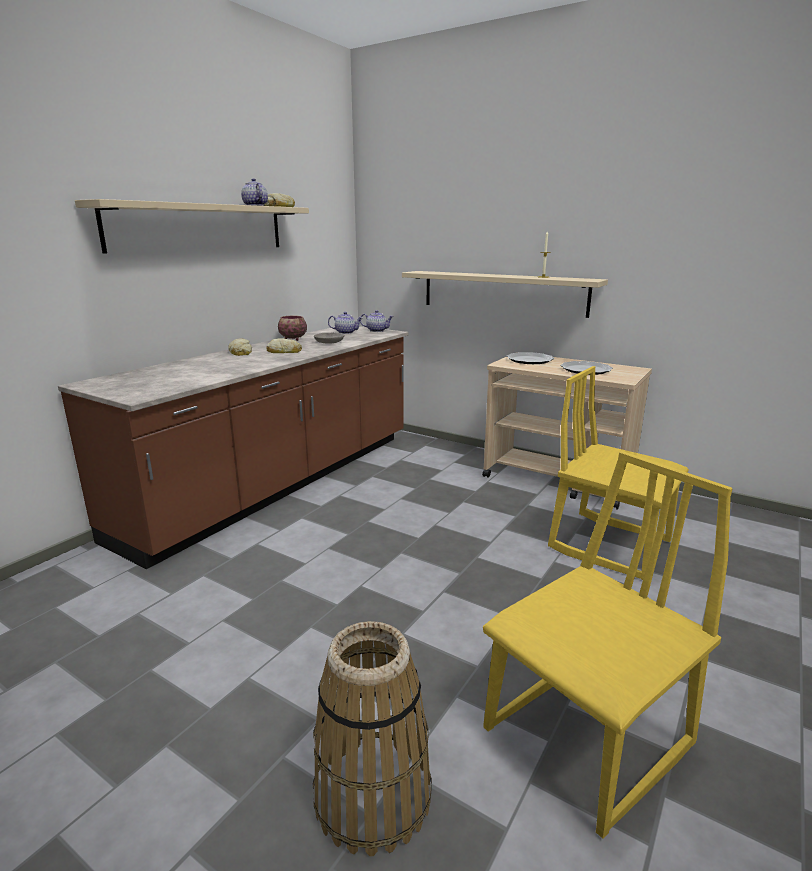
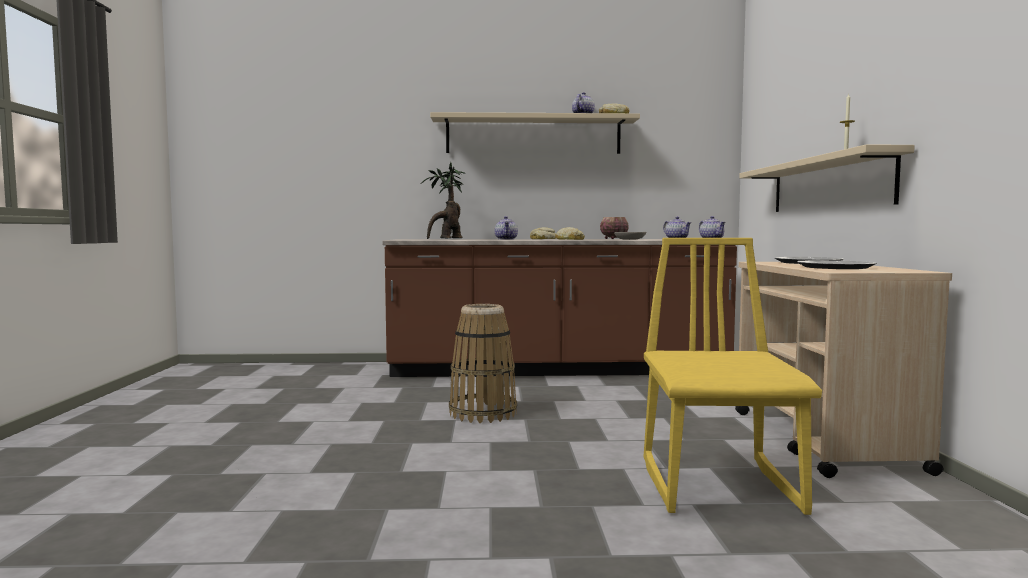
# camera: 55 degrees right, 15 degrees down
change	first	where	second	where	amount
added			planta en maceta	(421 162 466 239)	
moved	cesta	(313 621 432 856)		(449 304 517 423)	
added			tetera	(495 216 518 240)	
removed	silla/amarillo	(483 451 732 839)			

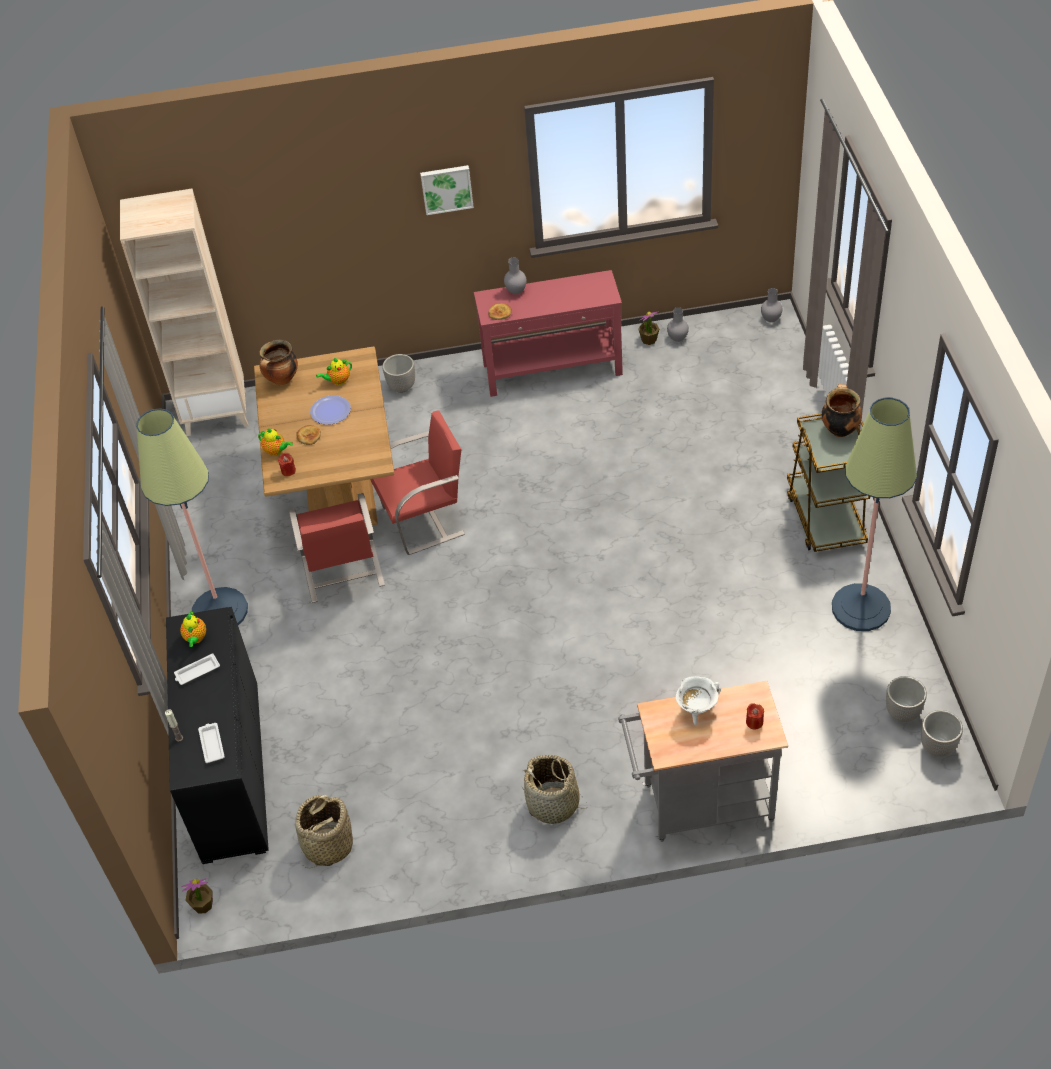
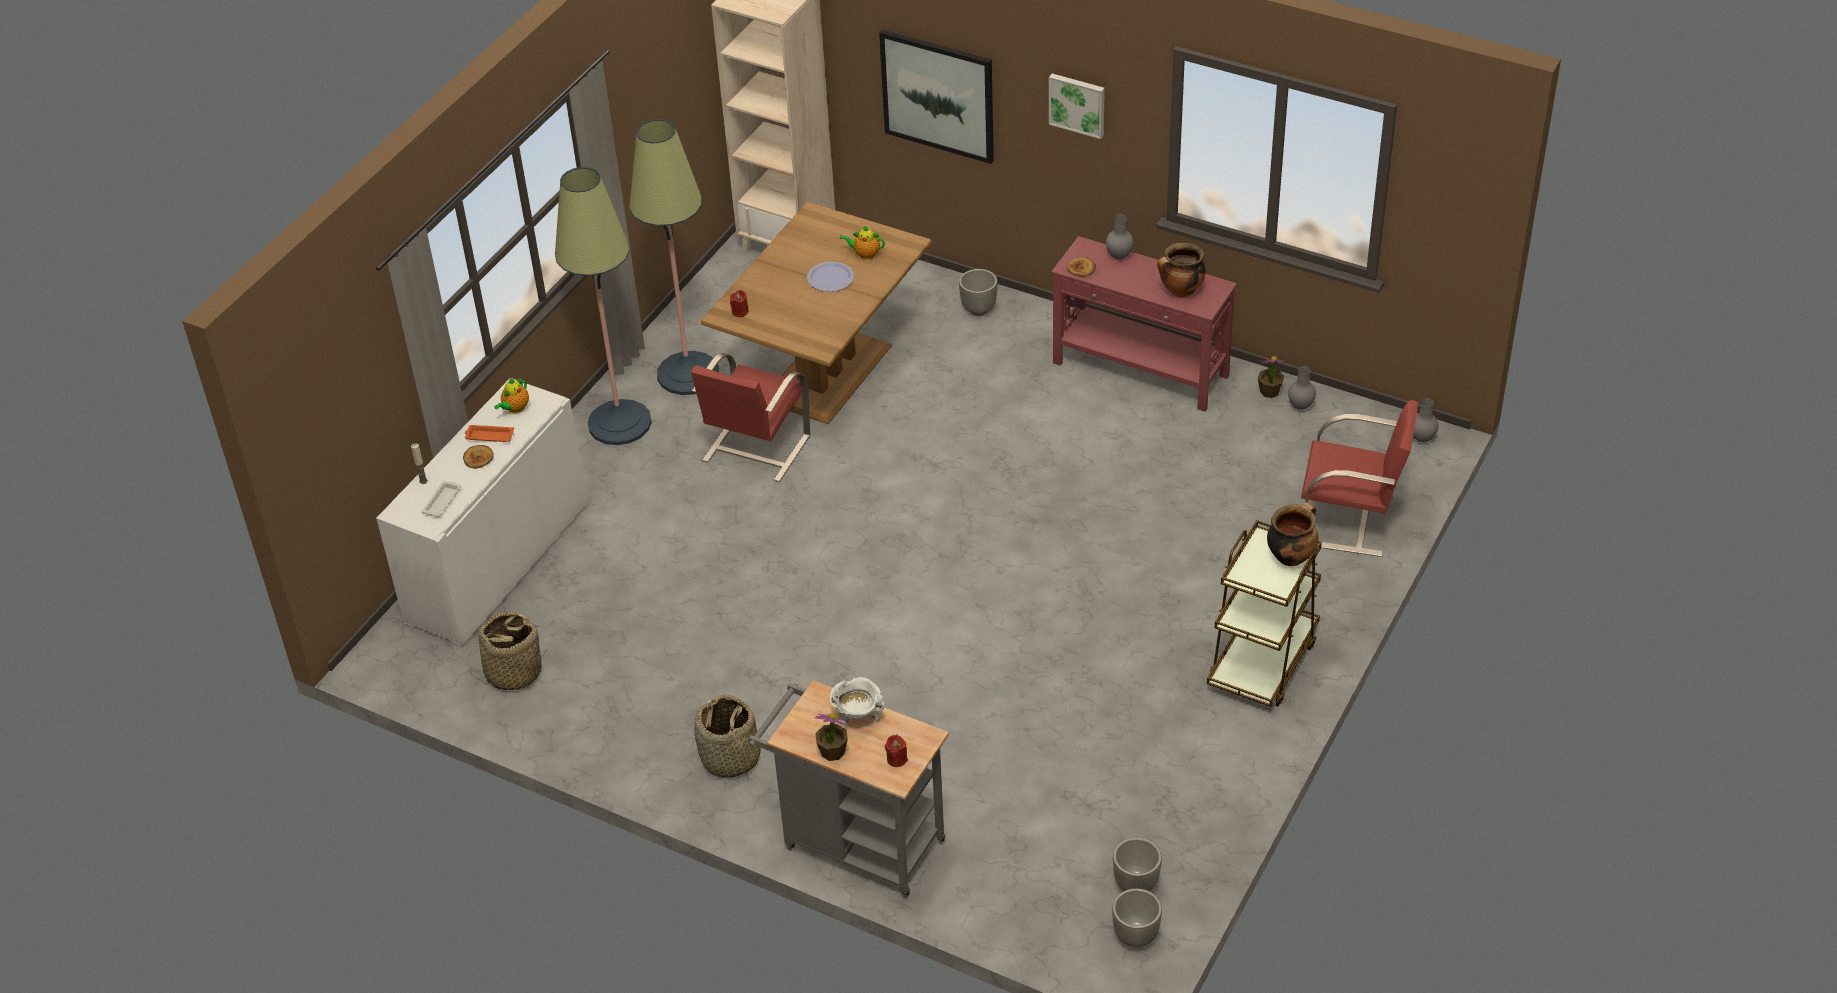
# camera: 35 degrees right, 5 degrees down
change	first	where	second	where	amount
recoloured	armario/negro	(166 607 269 864)	armario/blanco	(376 378 588 647)	
moved	pan	(297 425 321 445)		(463 445 494 469)	
recoloured	bandeja/blanco	(174 653 220 685)	bandeja/naranja	(465 425 514 442)	
moved	lámpara de pie	(832 398 917 631)		(629 119 719 395)	
moved	planta en maceta	(182 878 213 913)		(815 713 848 761)	
added			cuadro	(879 30 994 164)	
moved	olla	(260 340 298 385)		(1157 243 1206 297)	
moved	silla/rojo	(370 410 465 555)		(1301 400 1419 557)	
removed	tetera	(258 428 293 456)			

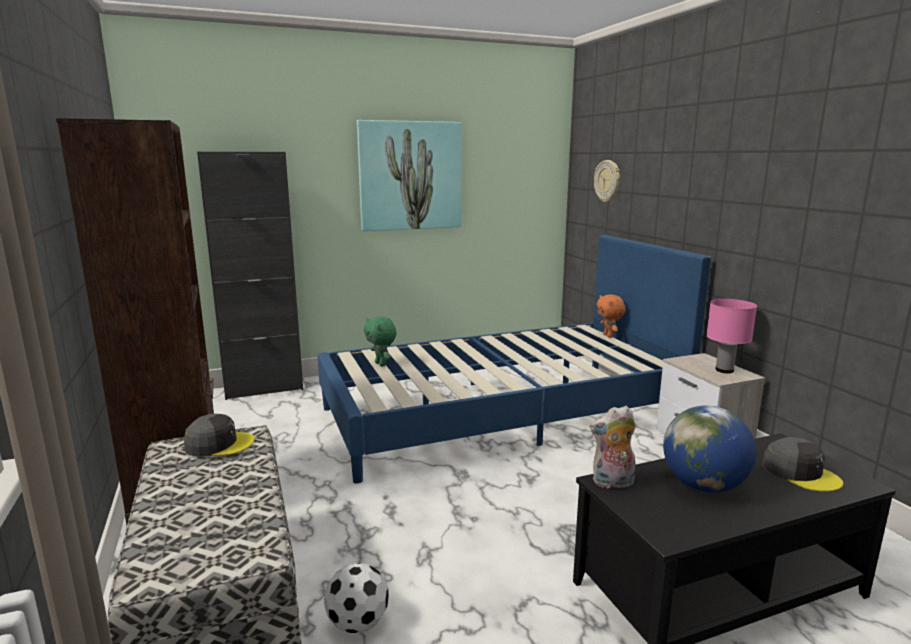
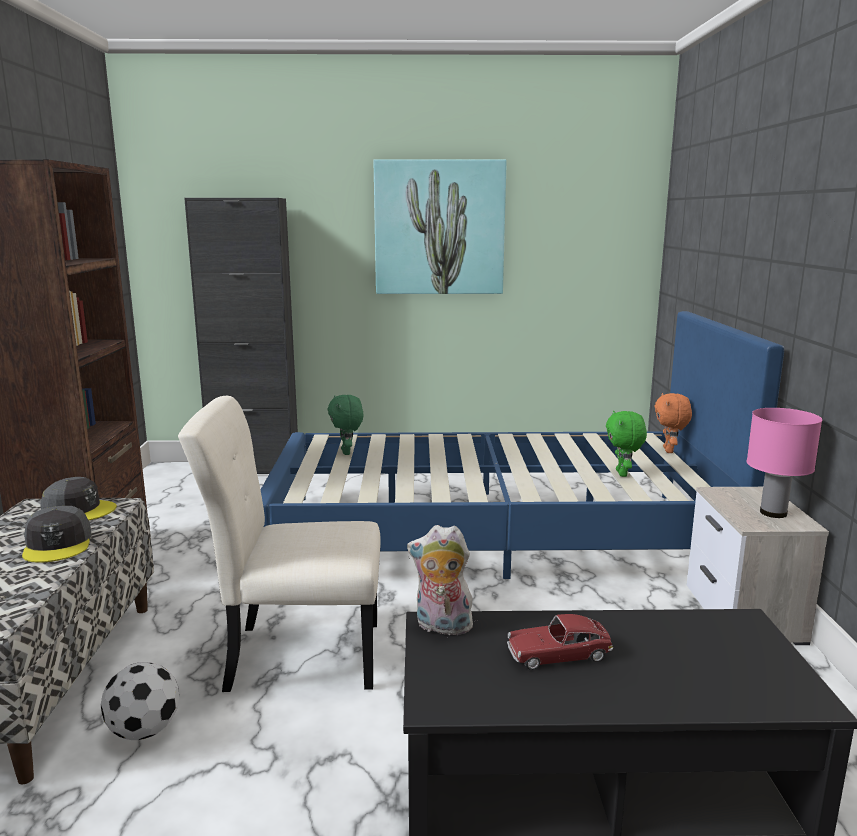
# camera: 20 degrees right, 0 degrees up
change	first	where	second	where	amount
moved	gorra/gris	(762 437 843 492)		(22 506 92 562)	
added			silla/beis	(178 396 381 692)	
replaced	globo terráqueo	(663 406 756 493)	coche de juguete	(507 614 613 670)	
added			peluche/verde	(606 411 647 477)	
removed	reloj de pared	(594 160 620 202)			

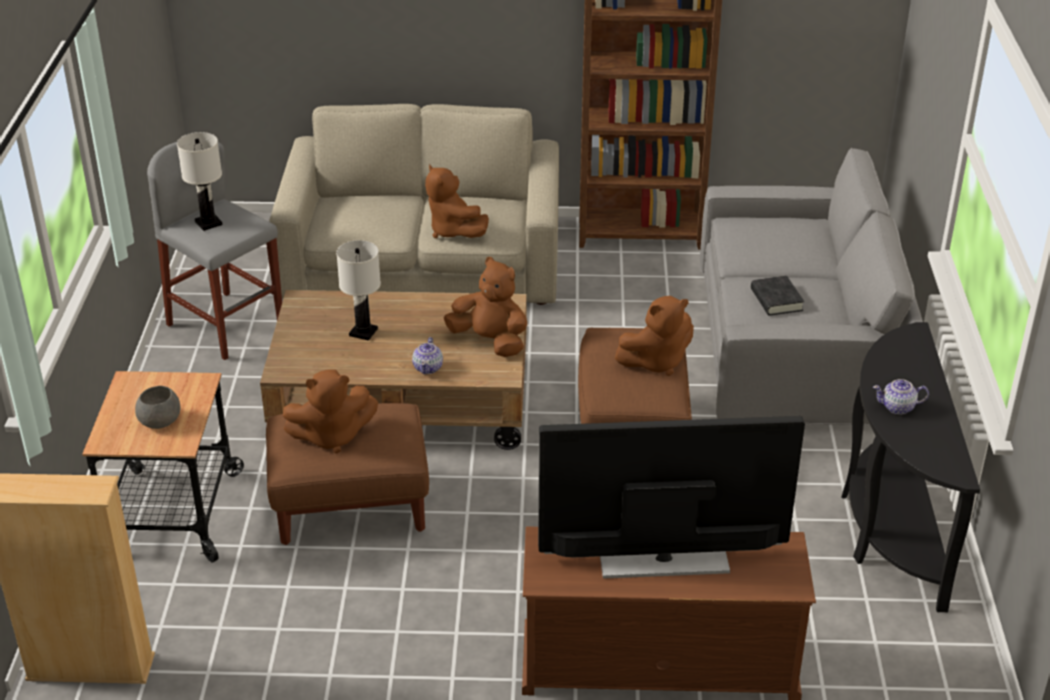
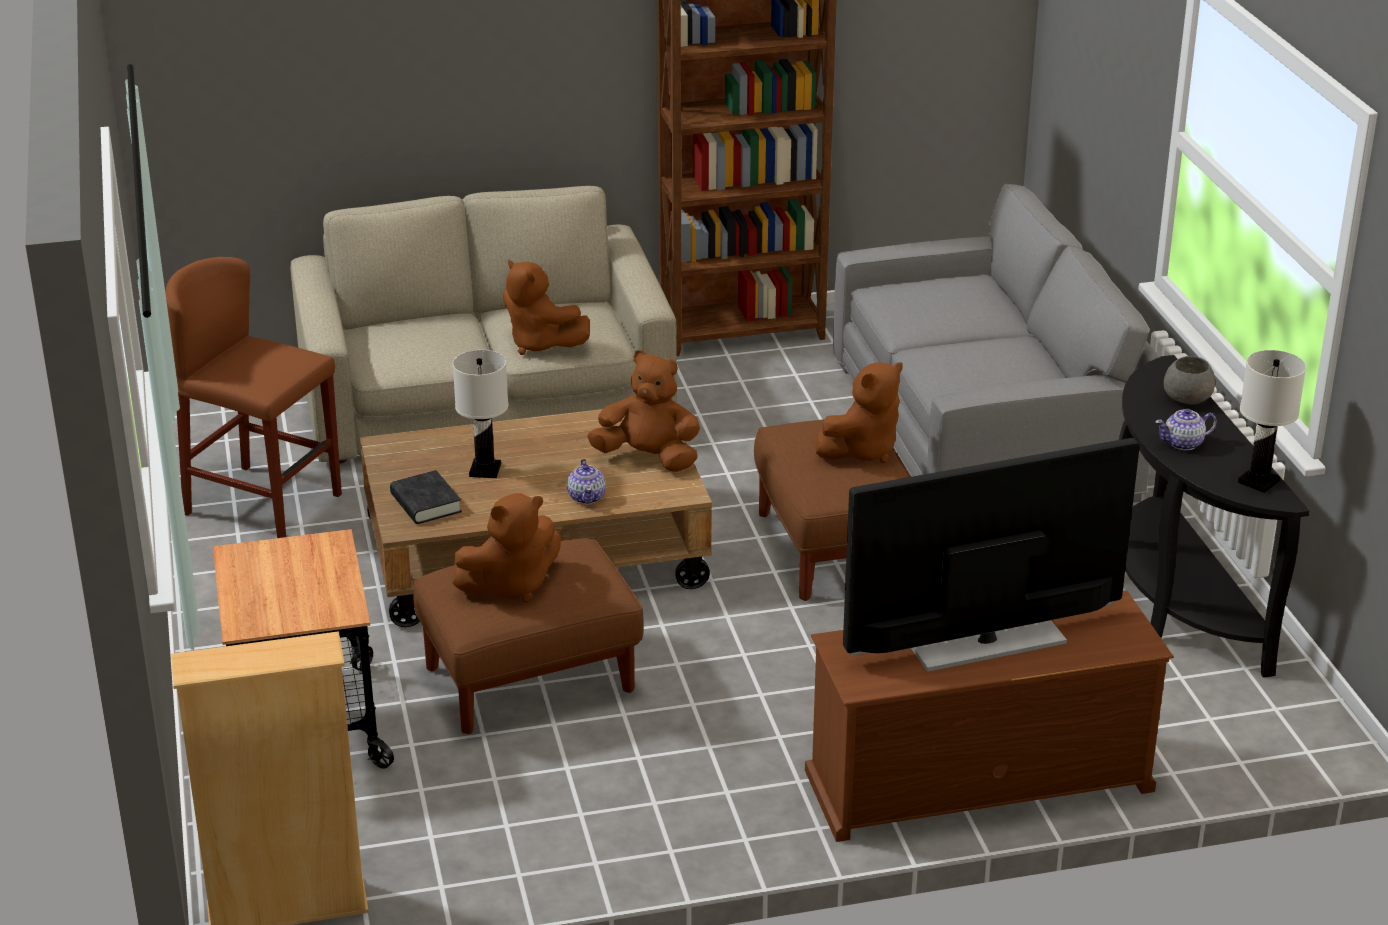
# camera: 15 degrees left, 5 degrees down
change	first	where	second	where	amount
recoloured	taburete/gris	(147 142 282 360)	taburete/marrón	(165 257 342 538)	
moved	libro/negro	(751 276 804 316)		(390 470 462 524)	
moved	cuenco/gris	(135 386 181 429)		(1164 356 1215 405)	
moved	lámpara de mesa/blanco	(177 132 222 231)		(1238 350 1306 493)	

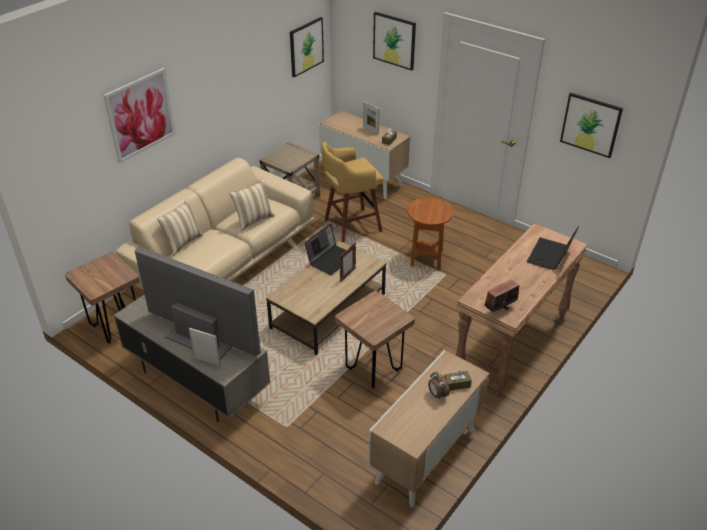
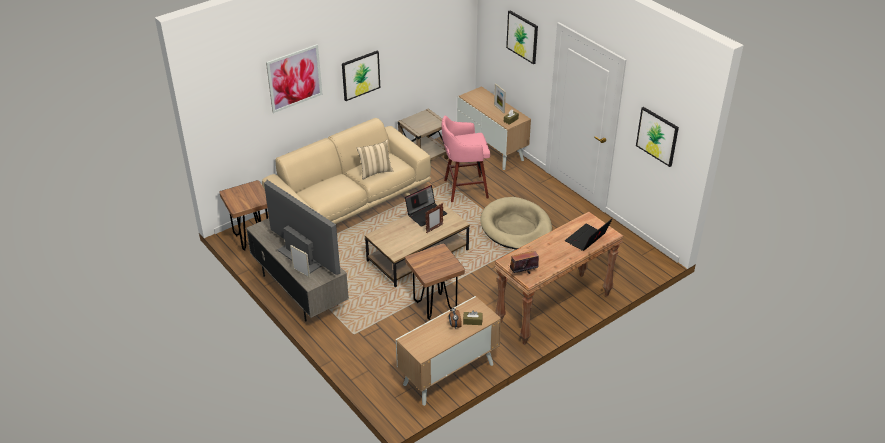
# camera: 15 degrees right, 0 degrees up
change	first	where	second	where	amount
moved	cuadro	(290 17 324 78)		(342 51 380 101)	
recoloured	taburete/amarillo	(322 142 383 242)	taburete/rosa	(442 116 490 202)	
replaced	mesa auxiliar/marrón	(407 197 454 269)	cama para perro/beis	(480 197 552 250)	
removed	cojín/beis	(157 199 203 256)			

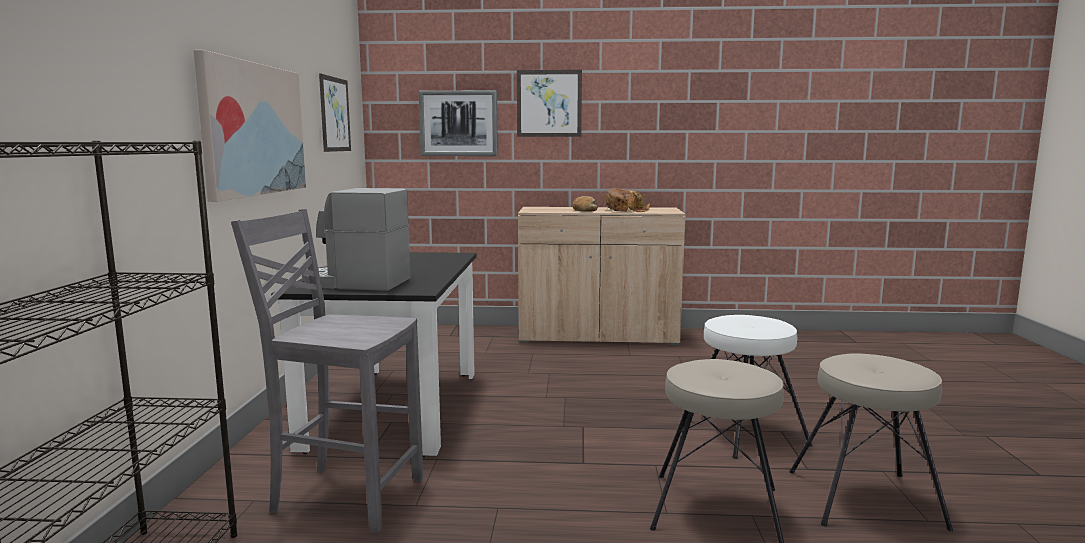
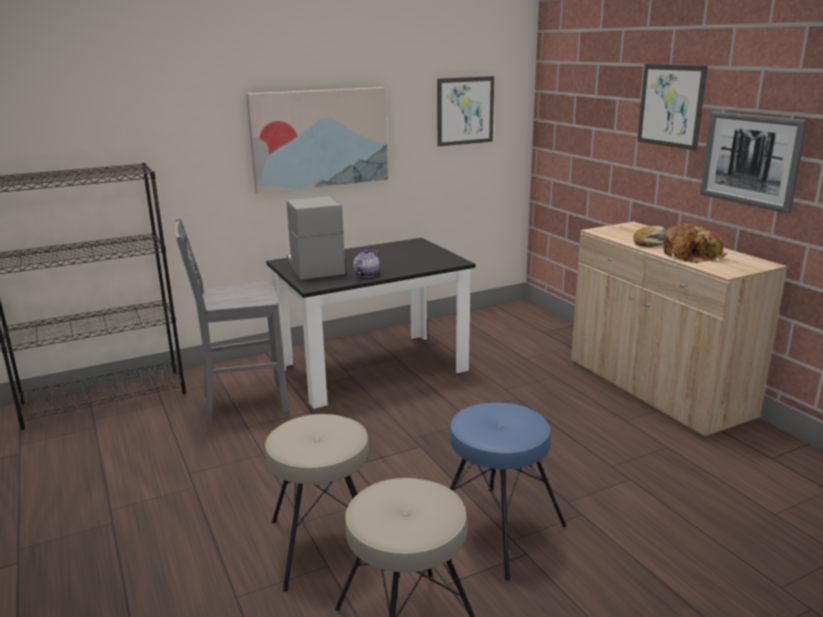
# camera: 60 degrees right, 10 degrees up
change	first	where	second	where	amount
turned	silla/gris	(231 209 423 533)		(175 218 289 423)	90 degrees counterclockwise
added			tetera	(353 250 380 277)	
recoloured	taburete/blanco	(686 315 813 459)	taburete/azul	(450 403 566 581)	
moved	cuadro	(418 90 498 156)		(700 111 808 214)	

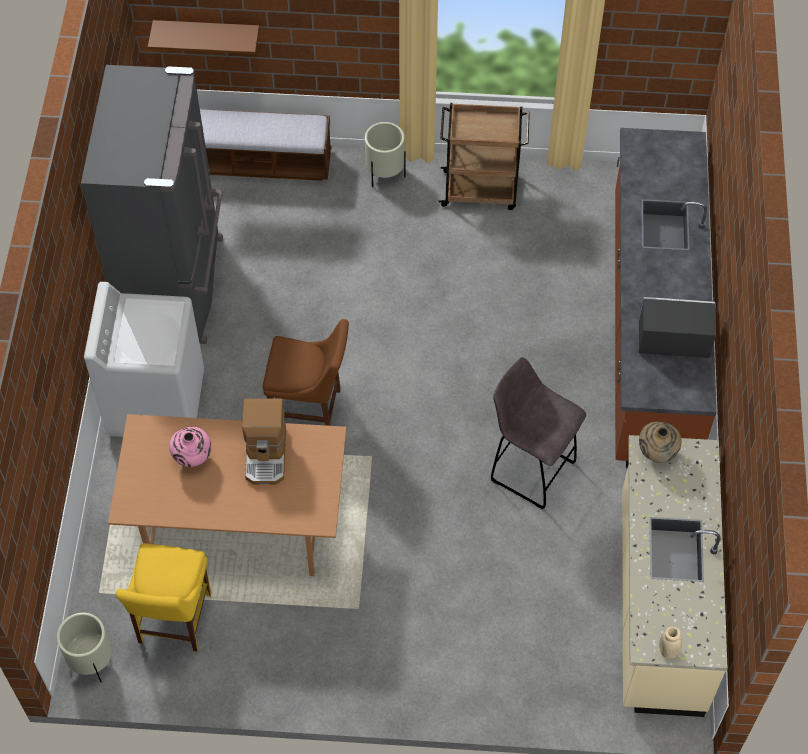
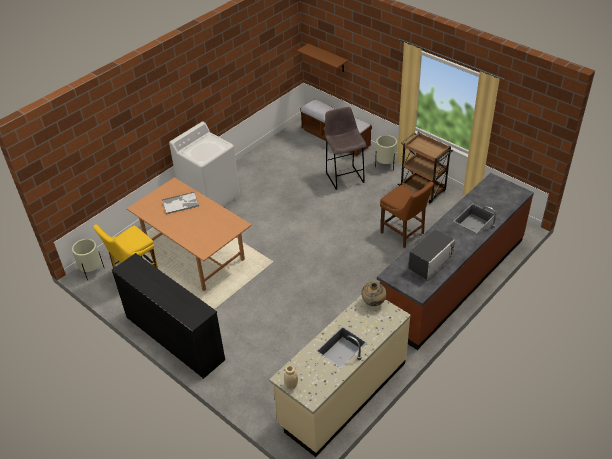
# camera: 40 degrees right, 15 degrees down
change	first	where	second	where	amount
added			cómoda/negro	(112 253 225 379)	
replaced	florero/rosa	(169 427 211 467)	bandeja	(162 192 199 214)	
moved	taburete/gris	(490 357 586 509)		(325 107 367 190)	
moved	silla/marrón	(263 319 349 426)		(380 182 434 248)	
turned	microondas	(638 297 716 358)		(409 229 455 280)	90 degrees clockwise
removed	nevera/gris	(81 65 223 344)			
removed	cafetera	(242 399 286 485)			

